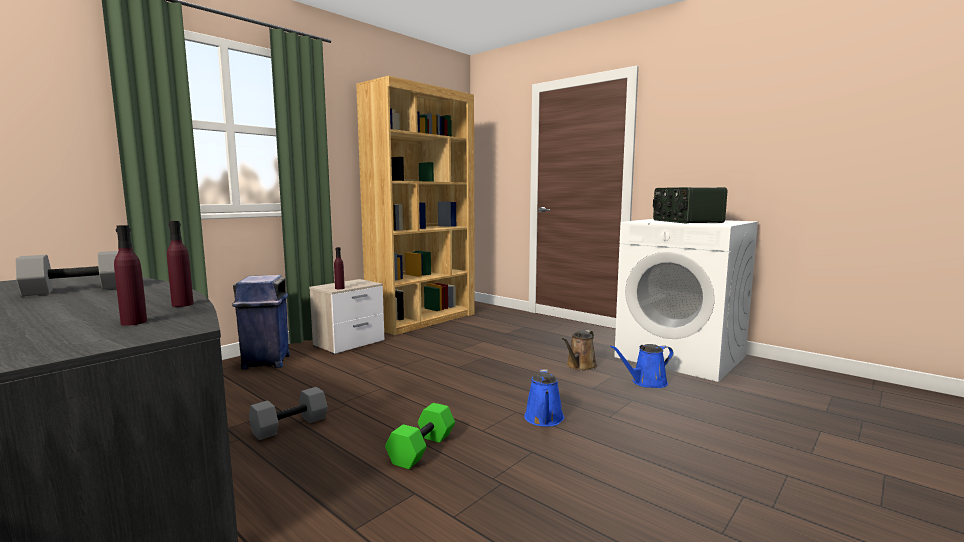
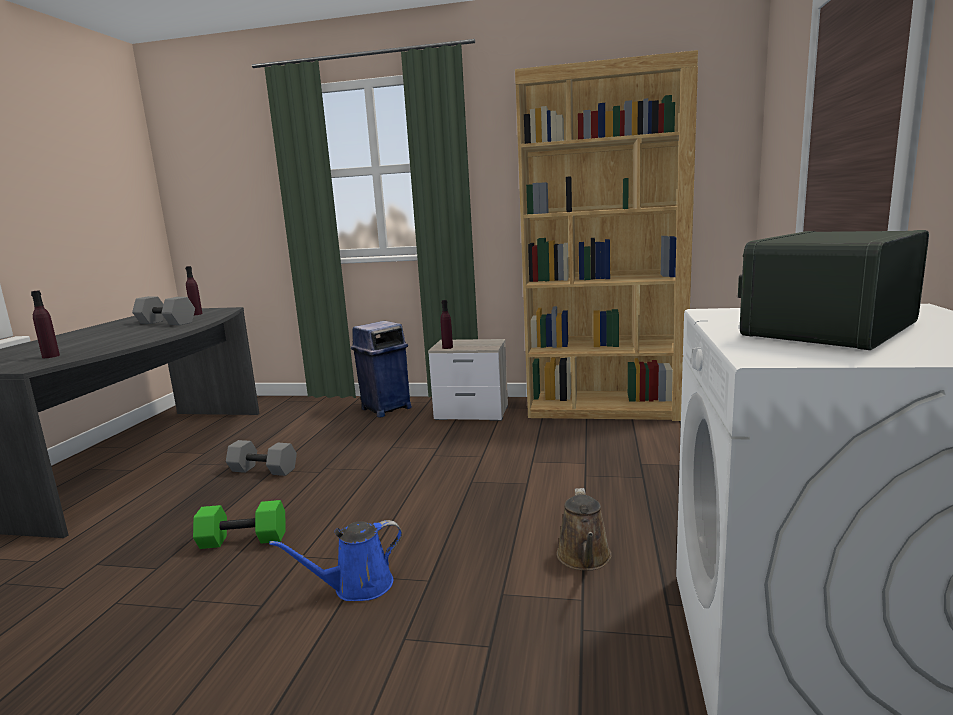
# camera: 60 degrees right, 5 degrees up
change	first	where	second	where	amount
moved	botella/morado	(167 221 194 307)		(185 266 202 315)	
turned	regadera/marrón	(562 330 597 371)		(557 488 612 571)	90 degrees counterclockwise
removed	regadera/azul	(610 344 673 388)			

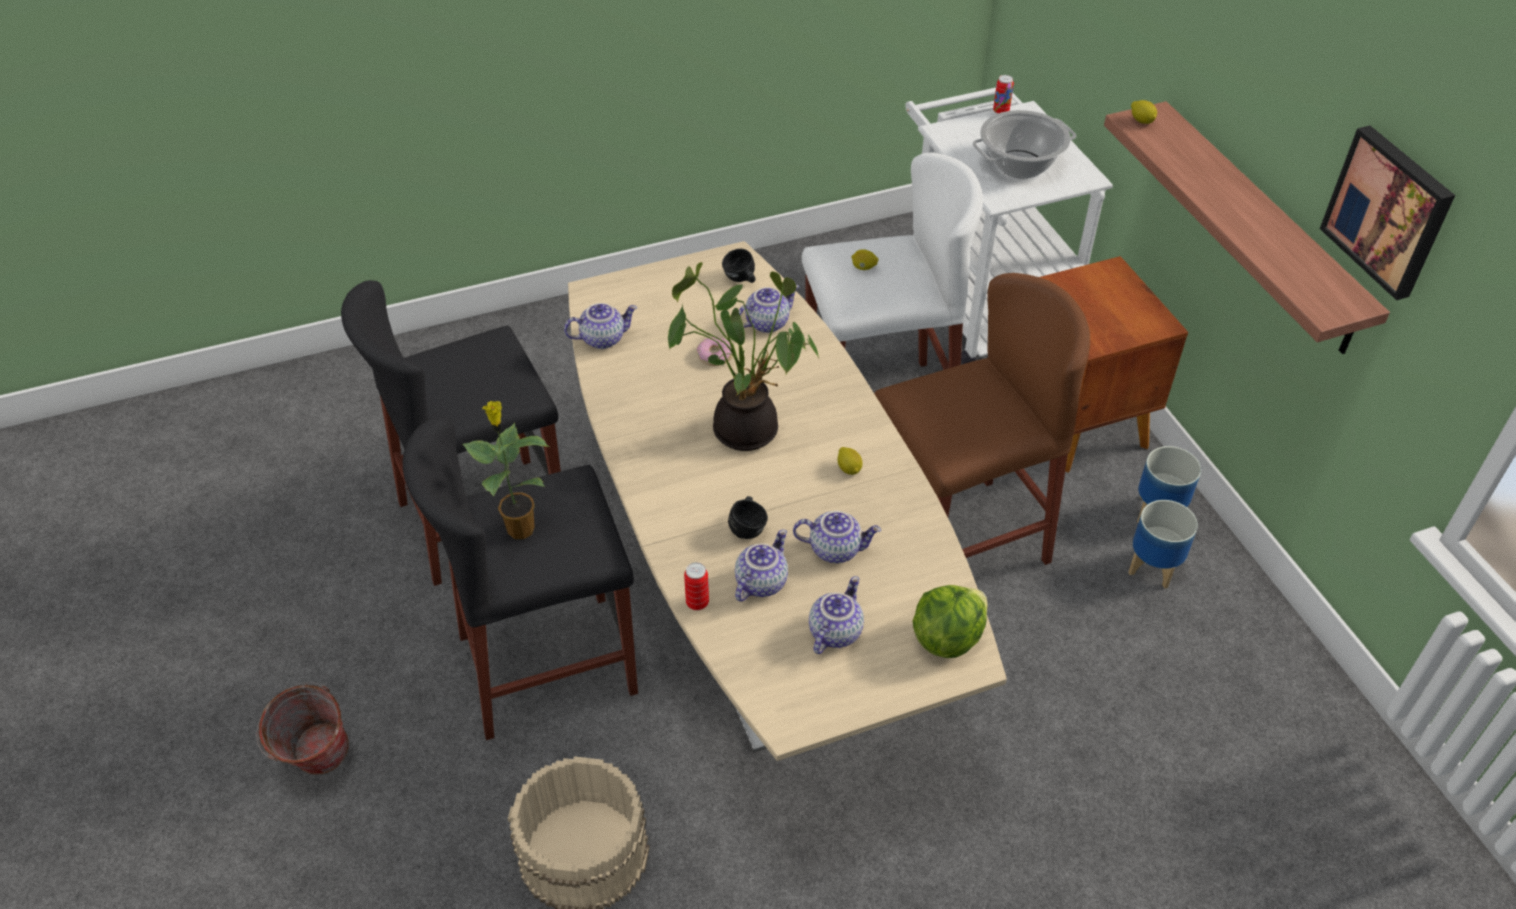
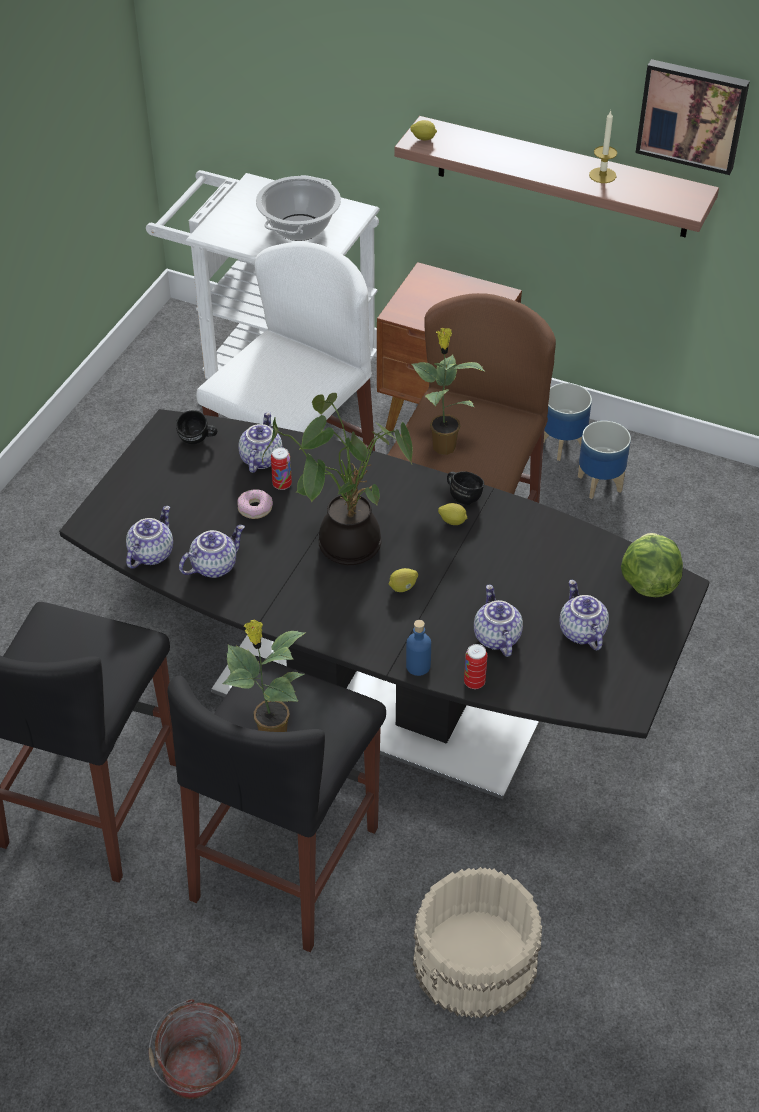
# camera: 45 degrees left, 0 degrees up
change	first	where	second	where	amount
recoloured	mesa de comedor/beis	(568 241 1007 761)	mesa de comedor/negro	(59 409 710 799)	
moved	tetera	(793 511 881 563)		(179 525 245 578)	
moved	lata	(993 75 1014 114)		(271 447 292 490)	
moved	limón	(852 249 879 270)		(389 568 418 592)	
added			botella/azul	(406 620 431 676)	
added			planta en maceta	(411 328 486 455)	
moved	taza grande/negro	(728 496 768 539)		(447 471 484 505)	
added			vela	(589 110 617 183)	

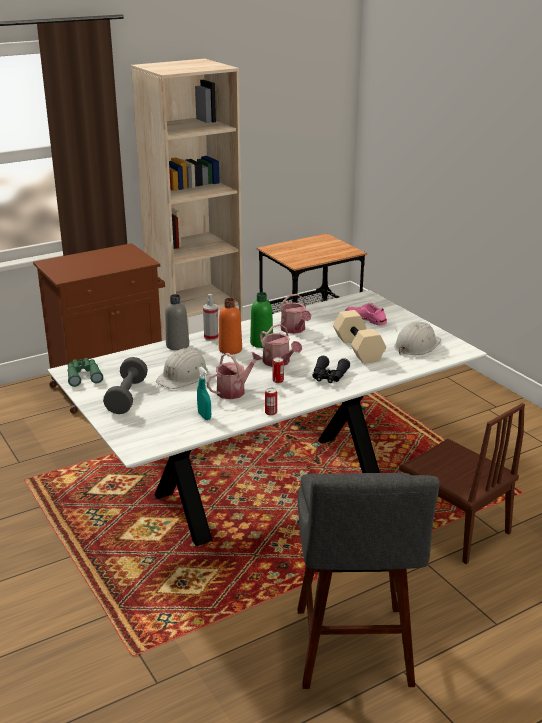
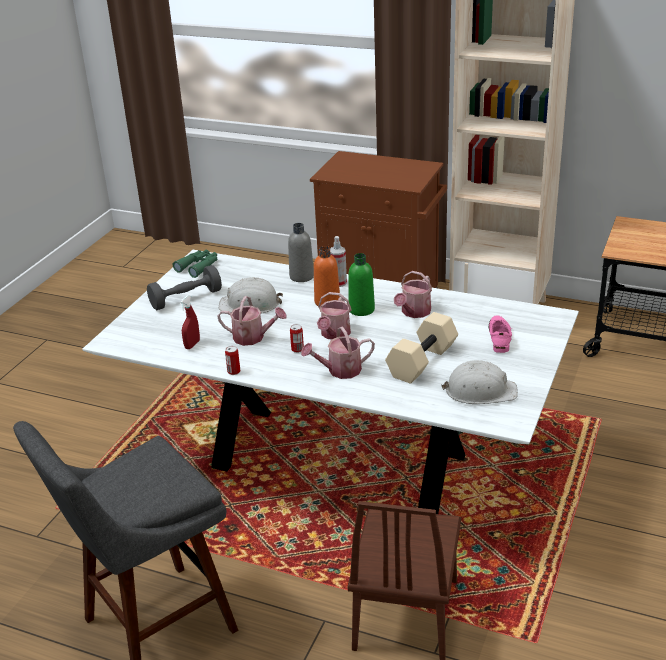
# camera: 55 degrees right, 5 degrees up
change	first	where	second	where	amount
recoloured	pulverizador/turquesa	(197 367 211 420)	pulverizador/rojo	(180 295 200 349)	
replaced	prismáticos/negro	(312 356 350 383)	regadera	(301 326 375 379)	

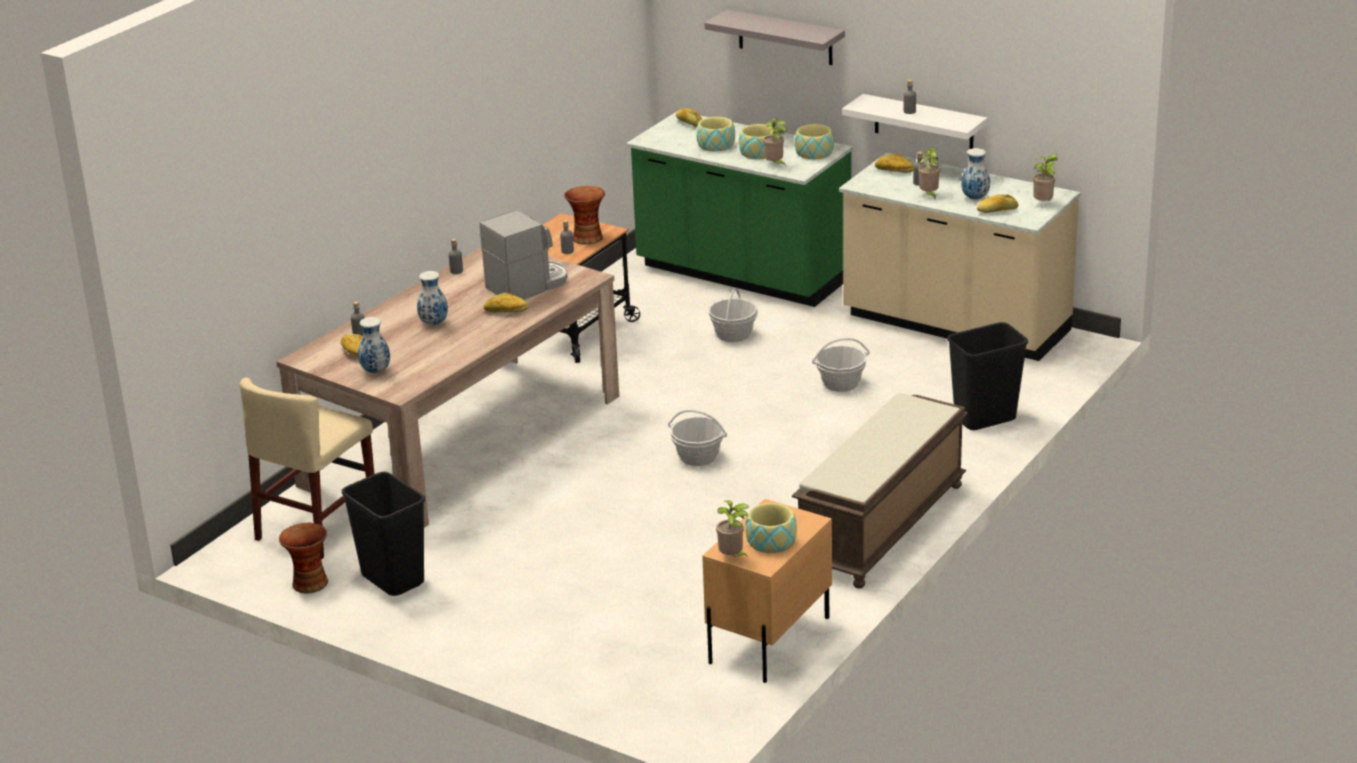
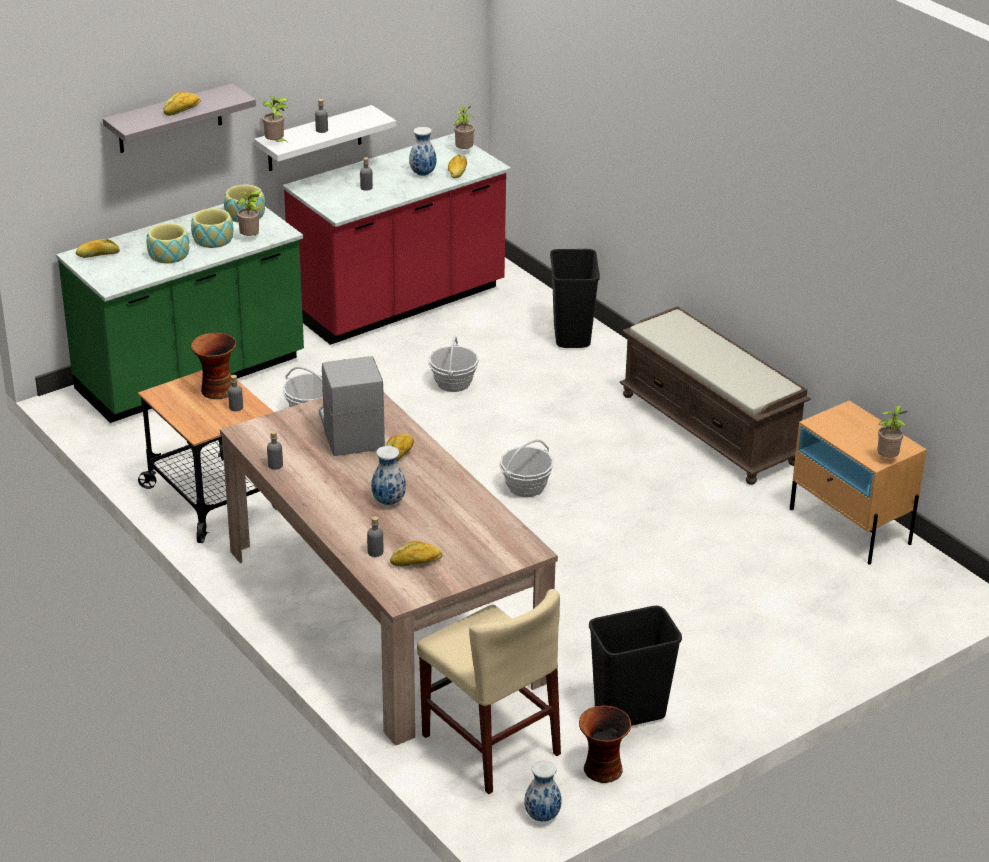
# camera: 70 degrees left, 5 degrees up
change	first	where	second	where	amount
moved	pan	(875 153 914 173)		(163 92 201 116)	
moved	planta en maceta	(918 147 940 198)		(262 96 289 144)	
recoloured	mueble bajo de cocina/beis	(839 153 1080 361)	mueble bajo de cocina/rojo	(283 133 511 345)	
moved	florero	(358 317 390 374)		(524 760 562 821)	
removed	cuenco	(745 503 797 553)			

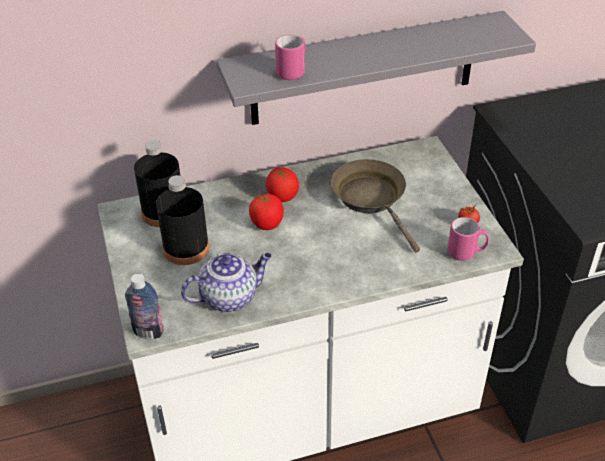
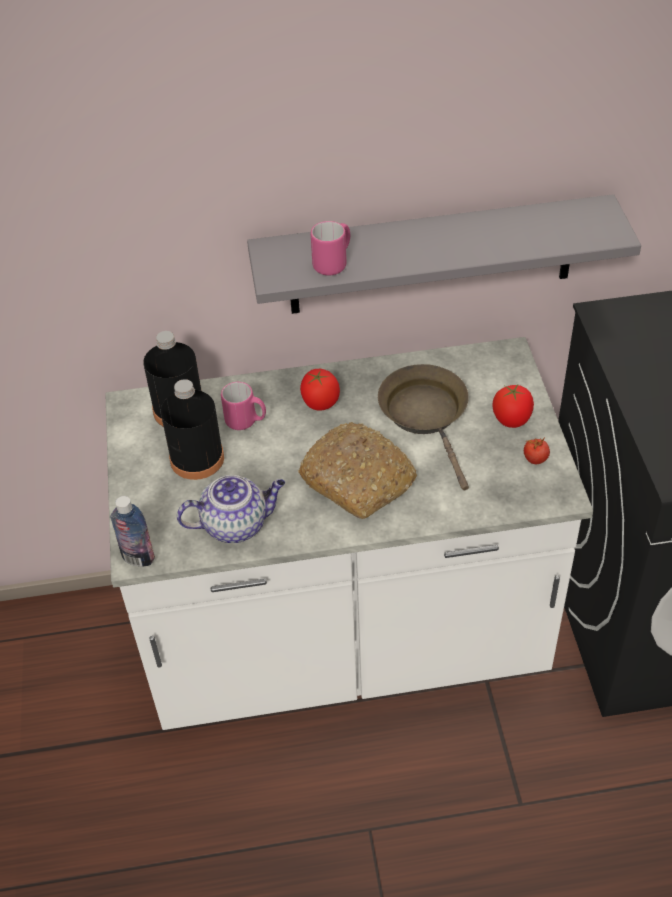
# camera: 10 degrees right, 5 degrees up
change	first	where	second	where	amount
moved	taza grande/rosa	(448 217 489 261)		(221 382 266 430)	
added			pan	(298 422 417 519)	
moved	tomate	(249 193 284 230)		(492 385 534 428)	

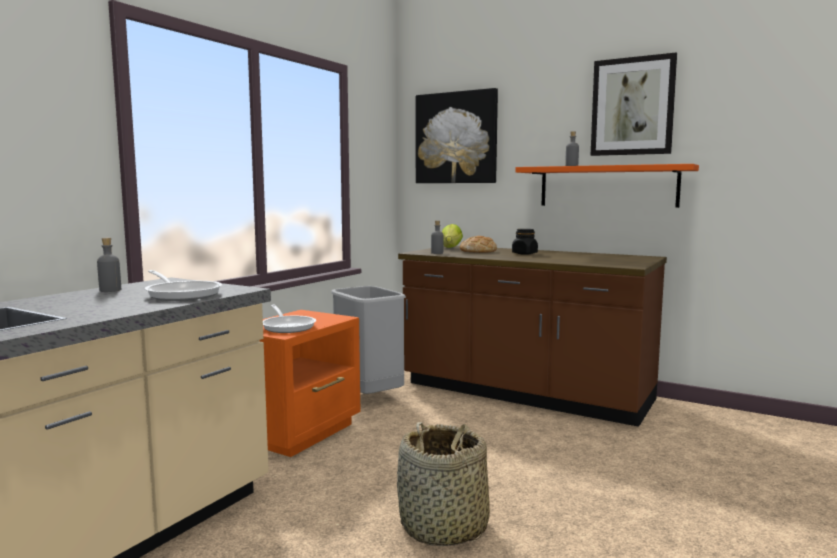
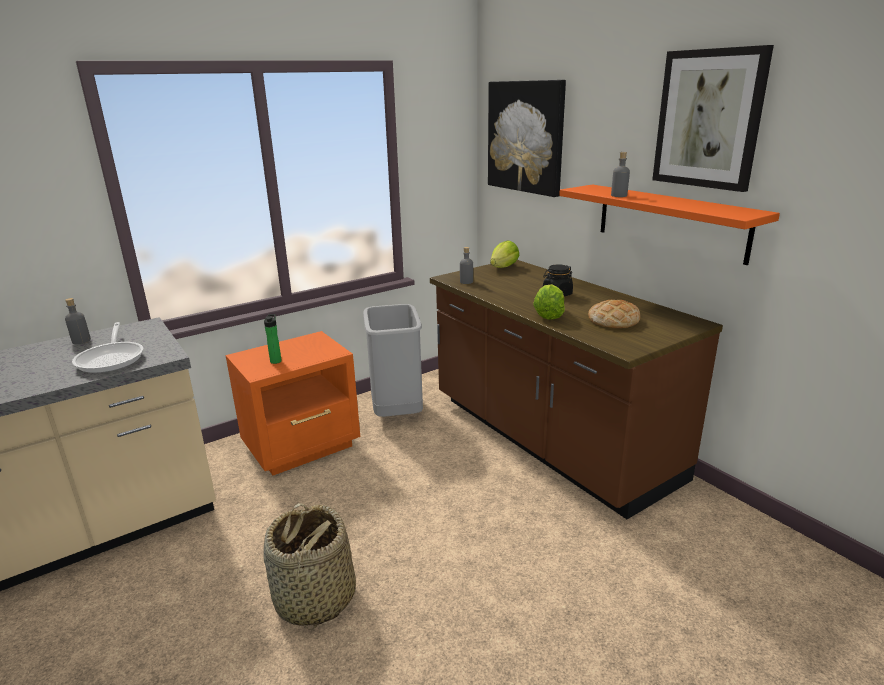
# camera: 25 degrees right, 15 degrees up
change	first	where	second	where	amount
replaced	sartén	(263 305 316 333)	botella	(264 314 282 364)	
added			lechuga	(533 284 565 320)	
moved	pan	(460 236 497 253)		(588 300 640 328)	

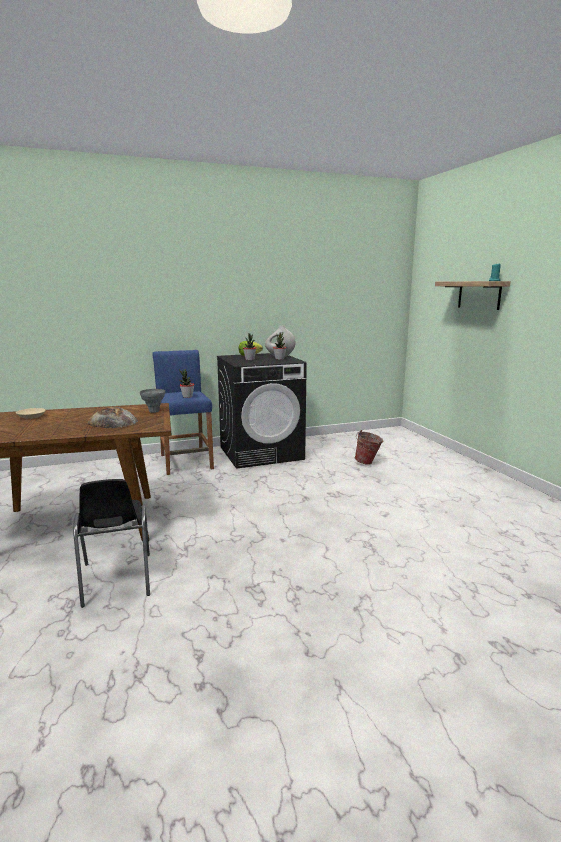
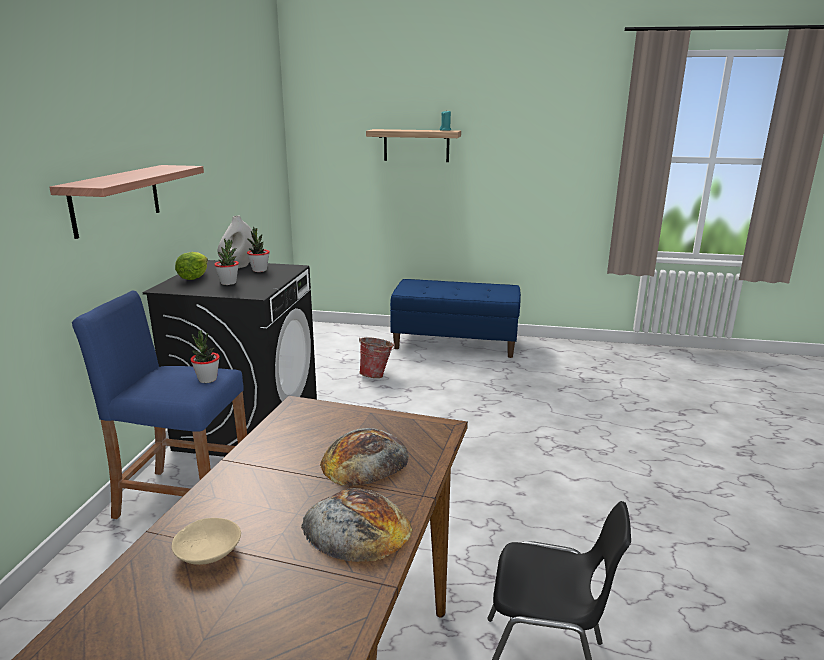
# camera: 60 degrees left, 5 degrees up
change	first	where	second	where	amount
added			estante	(49 165 204 239)	
added			pan	(301 488 413 562)	
added			banco/azul	(390 279 521 358)	
removed	florero/gris	(140 389 165 413)			

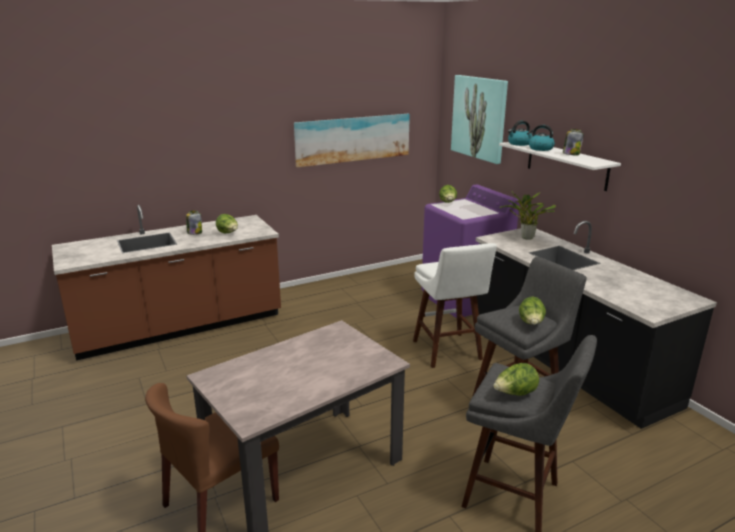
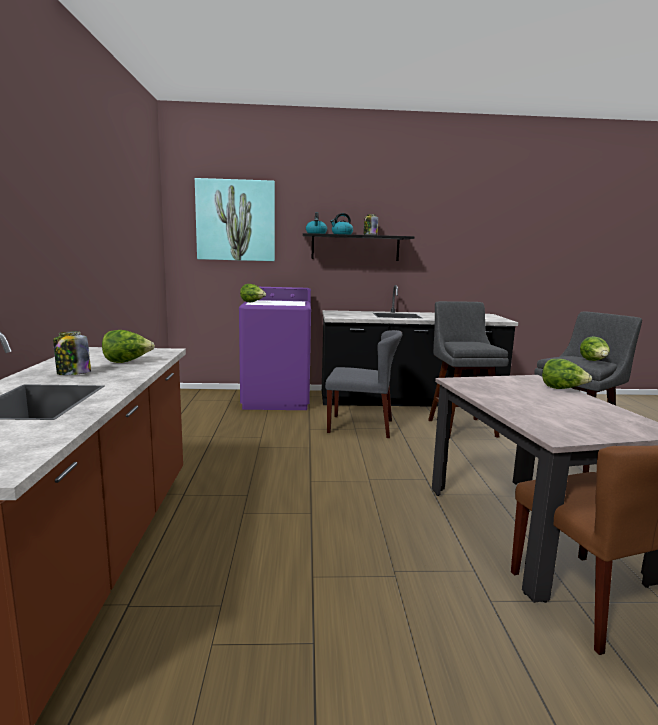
# camera: 65 degrees left, 10 degrees down
change	first	where	second	where	amount
recoloured	estante/blanco	(499 142 621 191)	estante/negro	(303 233 414 261)	
replaced	taburete/blanco	(413 243 497 368)	silla/gris	(325 330 402 438)	
moved	lechuga	(519 297 546 325)		(542 359 592 389)	
removed	cuadro	(294 114 410 167)			
removed	planta en maceta	(500 191 556 240)			

